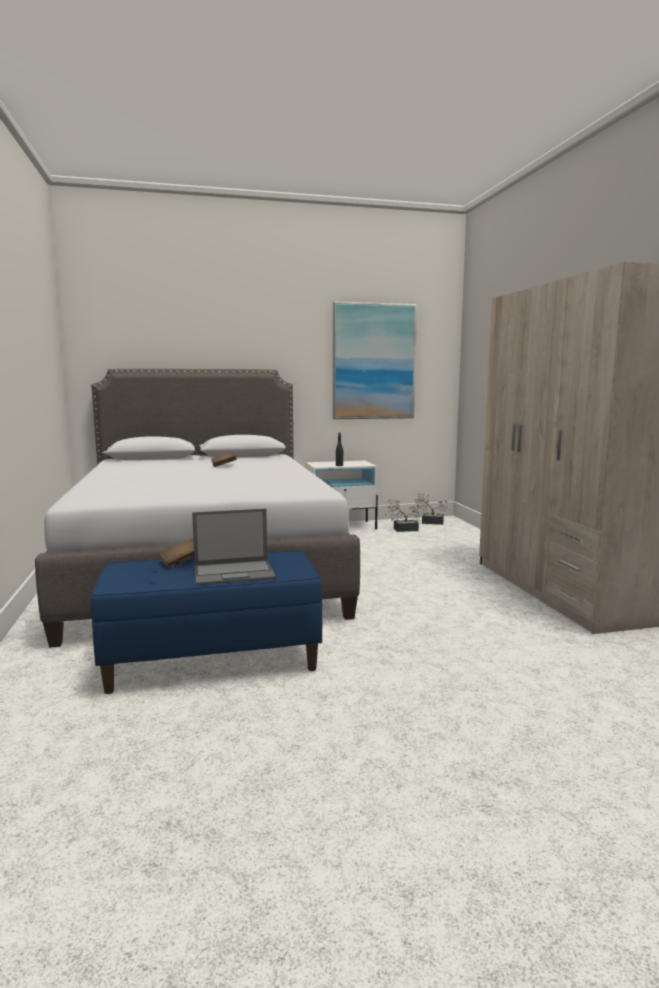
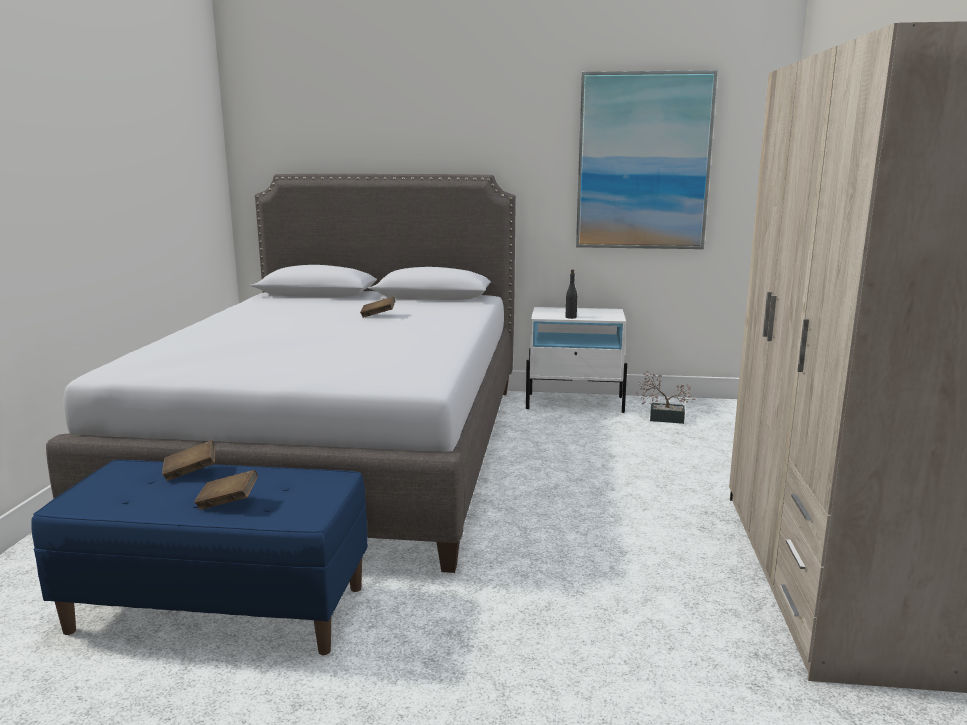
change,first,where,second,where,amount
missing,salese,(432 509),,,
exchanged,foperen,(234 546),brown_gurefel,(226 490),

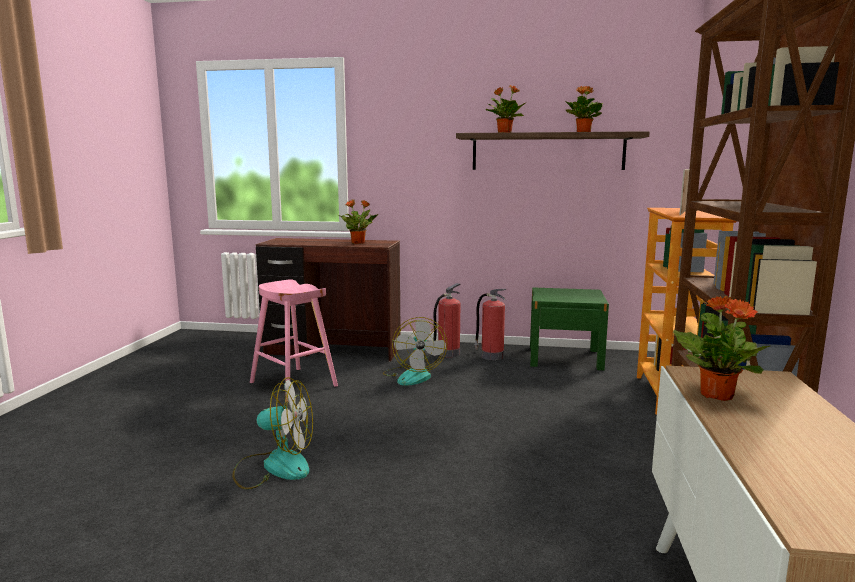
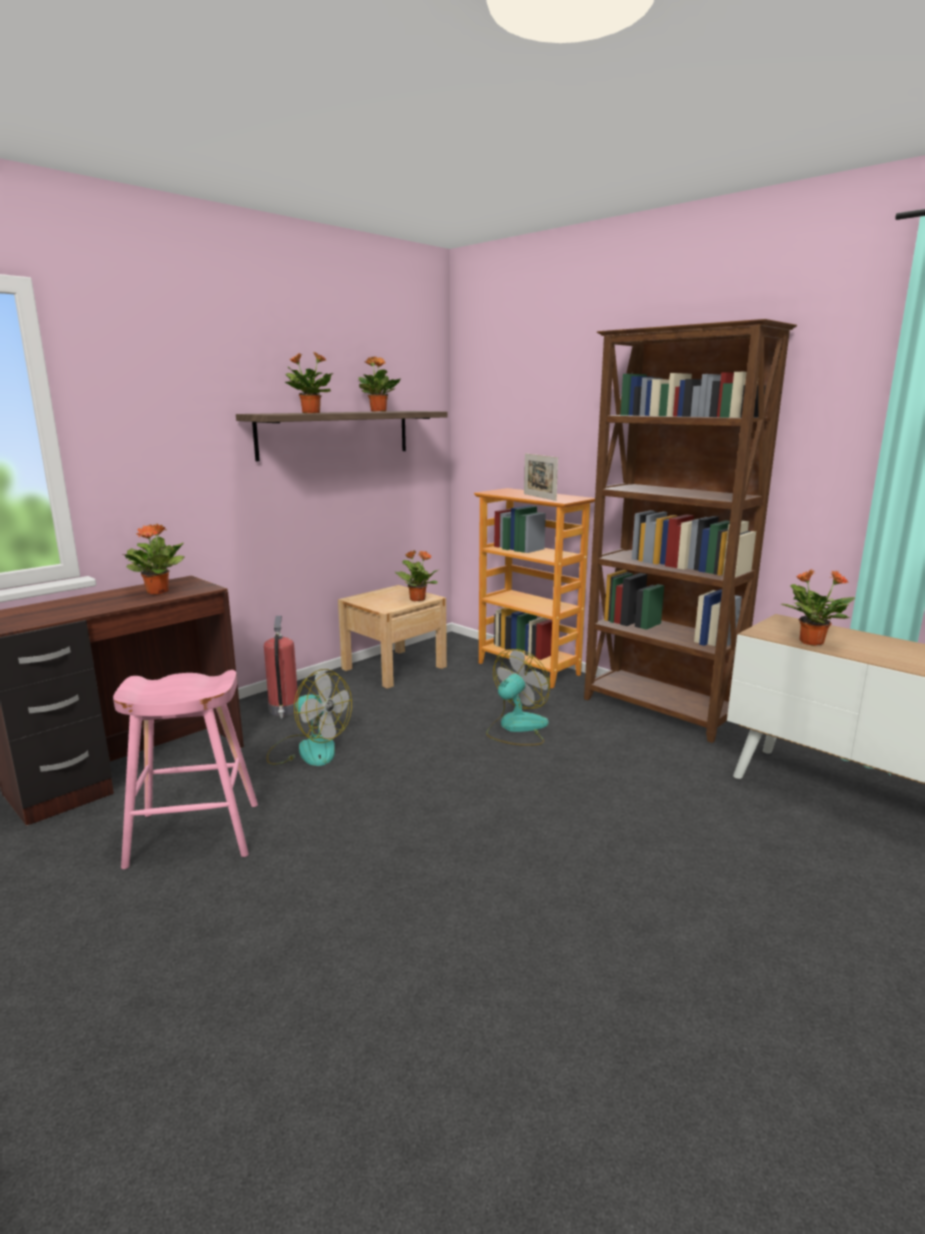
change,first,where,second,where,amount
colour,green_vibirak,(569 328),beige_vibirak,(392 637),
missing,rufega,(490 324),,,
relocated,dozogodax,(272 433),,(518 697),
appeared,,,salese,(417 575),

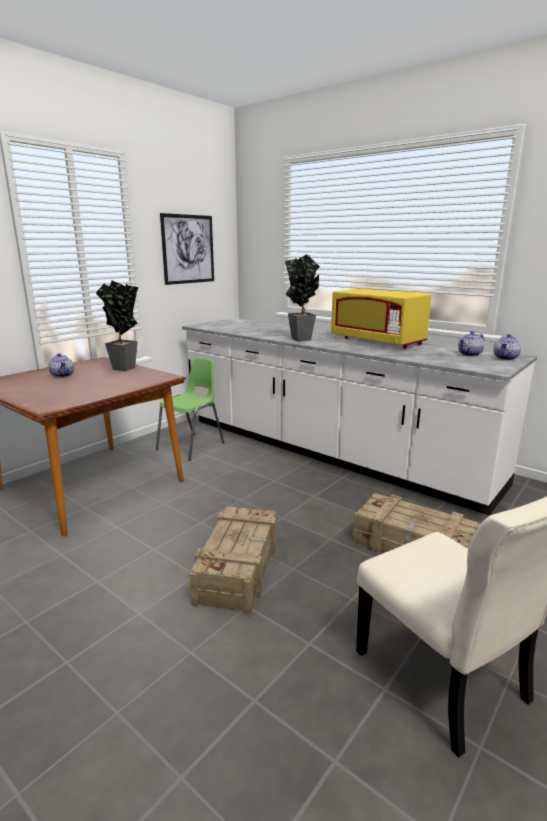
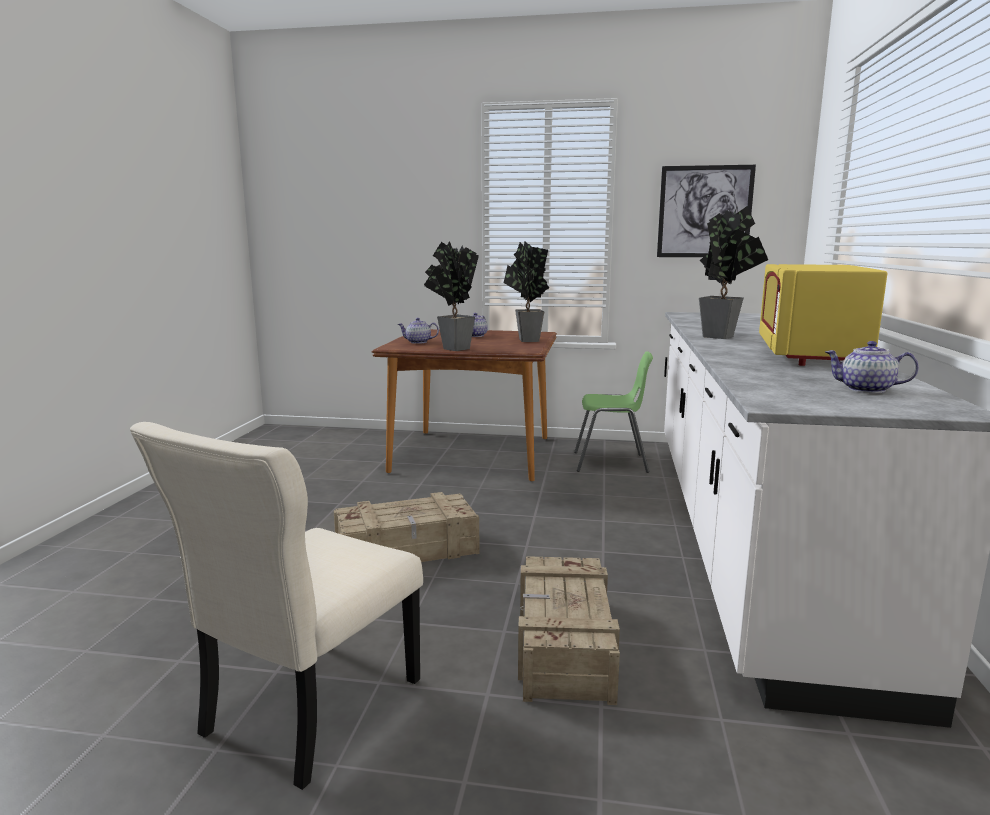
change,first,where,second,where,amount
relocated,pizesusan,(507 347),,(418 331),
appeared,,,salese,(451 296),

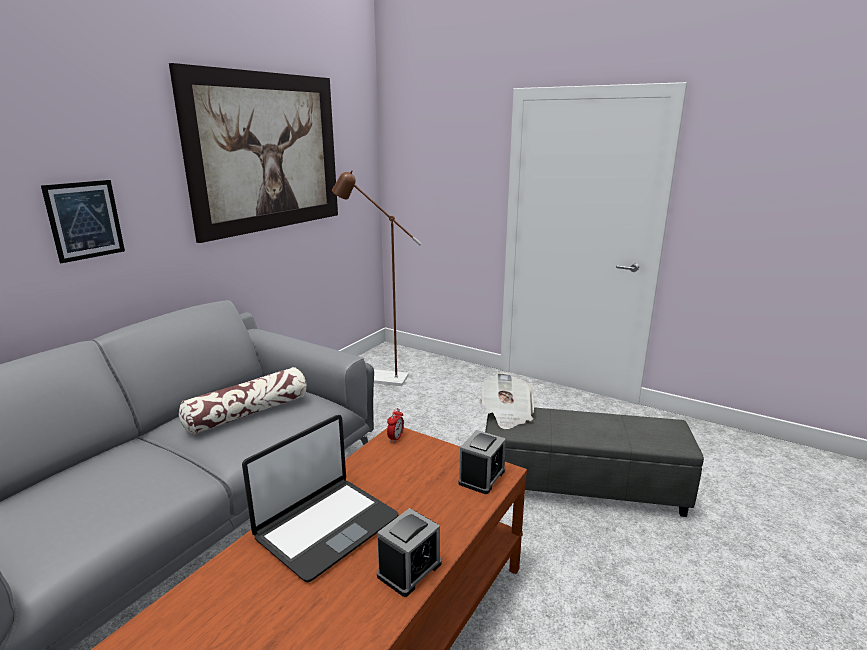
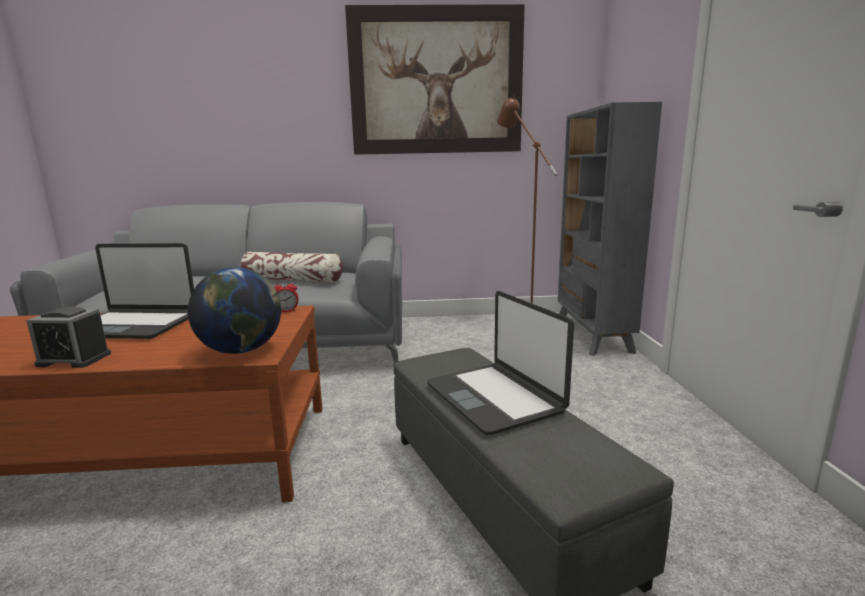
change,first,where,second,where,amount
missing,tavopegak,(83 221),,,
missing,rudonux,(507 400),,,
exchanged,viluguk,(482 462),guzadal,(234 310),
appeared,,,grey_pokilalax,(610 229),
appeared,,,foperen,(500 363),

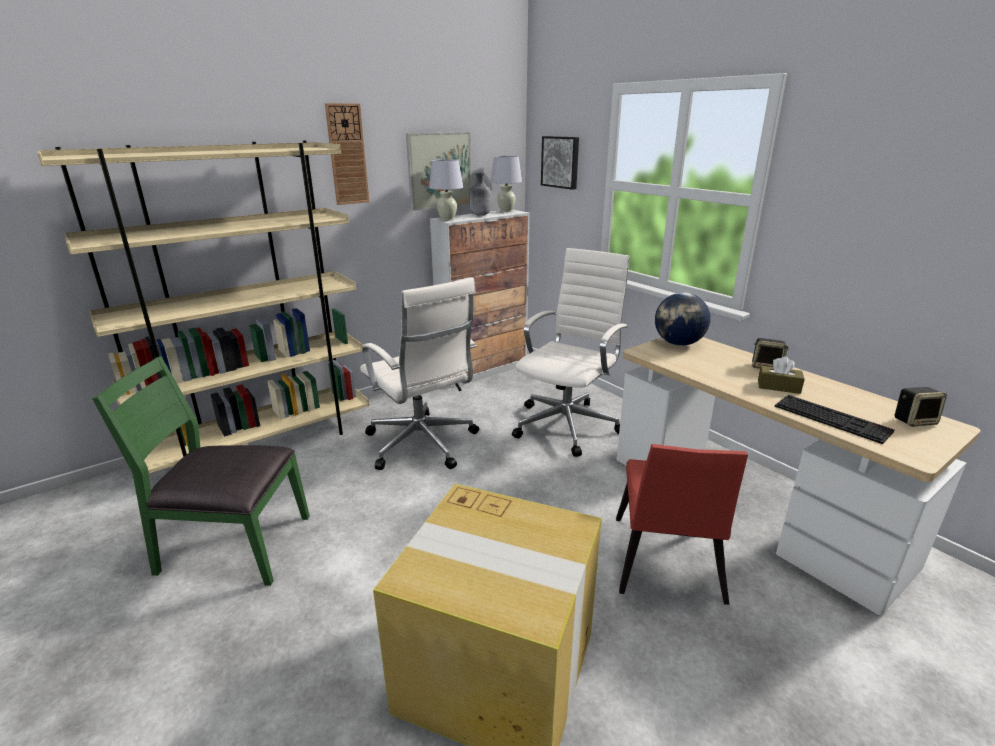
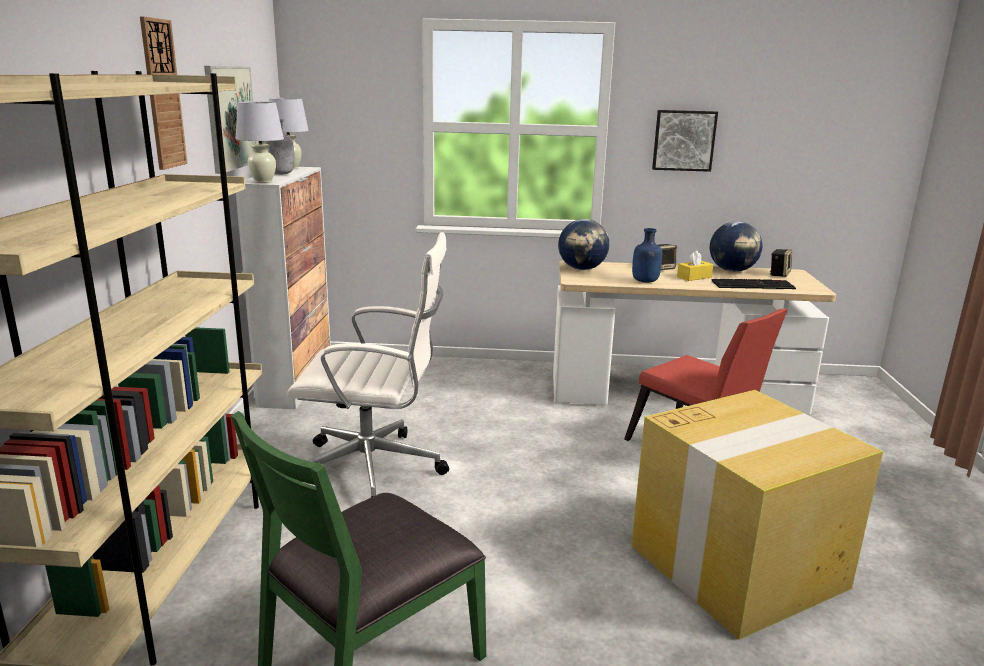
change,first,where,second,where,amount
relocated,tavopegak,(560 163),,(685 141),
missing,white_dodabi,(570 352),,,
colour,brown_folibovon,(781 375),yellow_folibovon,(695 266),
appeared,,,guzadal,(736 246),
appeared,,,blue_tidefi,(647 255),

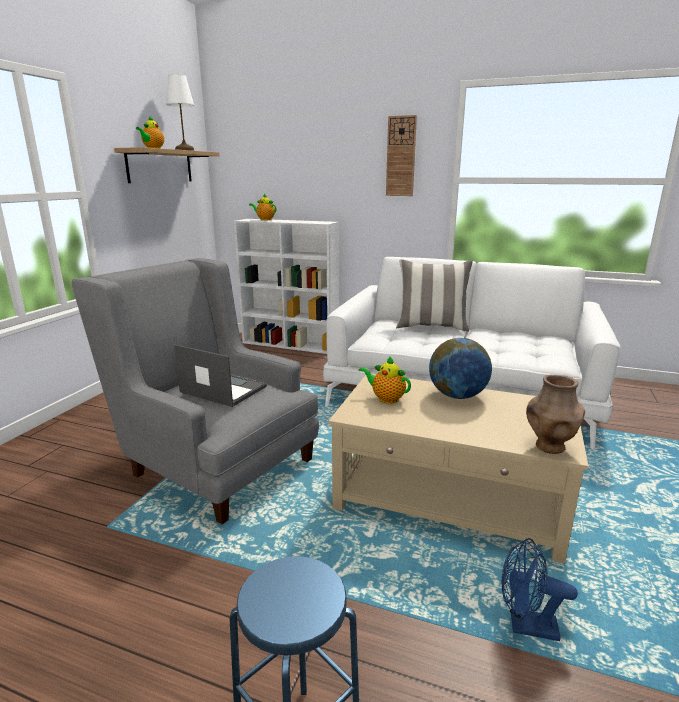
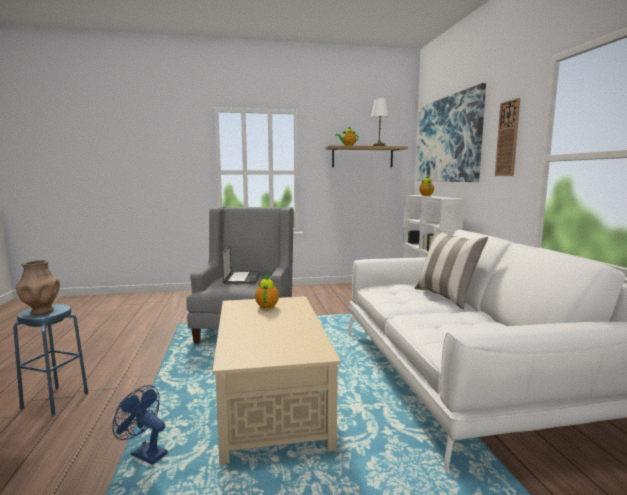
change,first,where,second,where,amount
missing,guzadal,(460 368),,,
relocated,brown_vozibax,(555 414),,(38 287),
spun,blue_dozogodax,(540 589),,(139 425),45 degrees counterclockwise
appeared,,,tavopegak,(451 132),

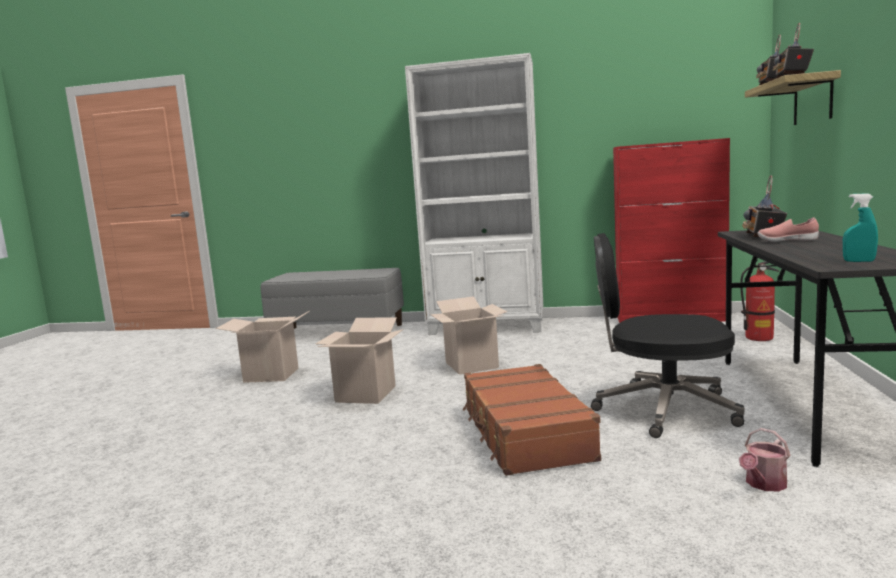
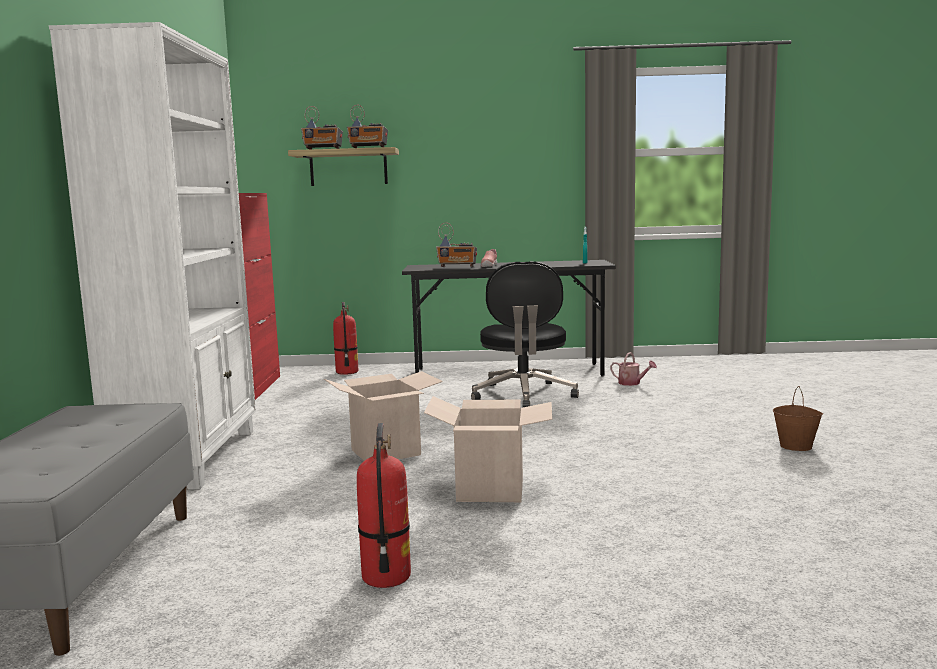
change,first,where,second,where,amount
exchanged,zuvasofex,(262 347),rufega,(384 505),
missing,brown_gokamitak,(532 420),,,
appeared,,,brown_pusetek,(798 418),

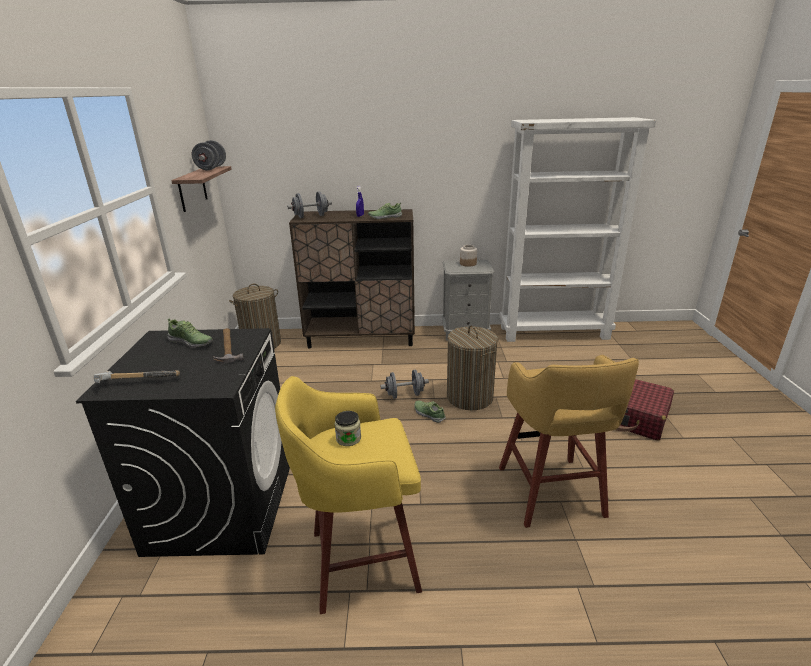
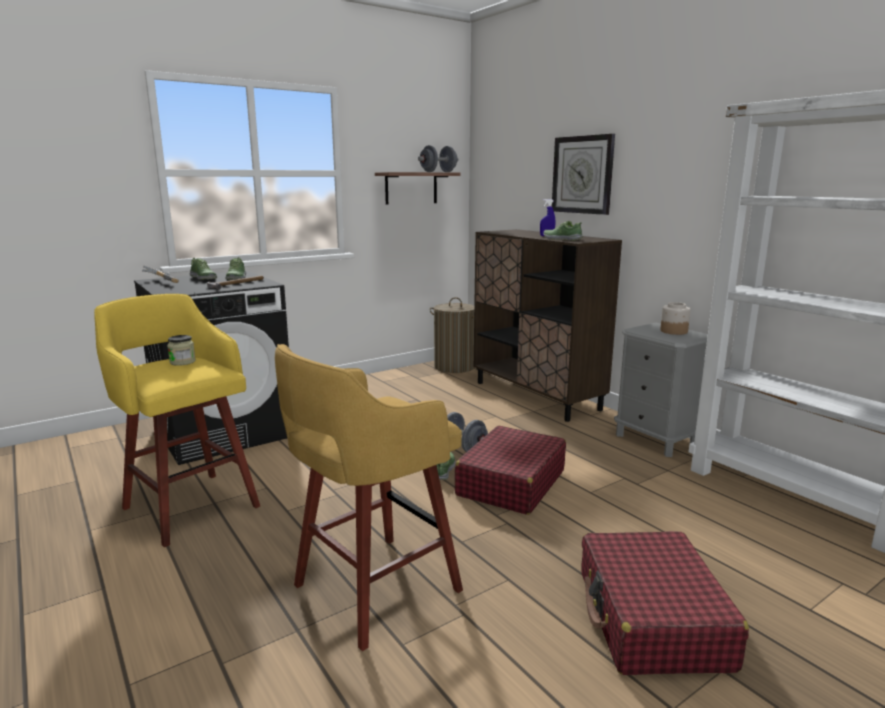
change,first,where,second,where,amount
missing,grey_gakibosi,(309 204),,,
exchanged,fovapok,(472 368),red_gokamitak,(510 470),
appeared,,,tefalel,(583 174),
appeared,,,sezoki,(203 269),

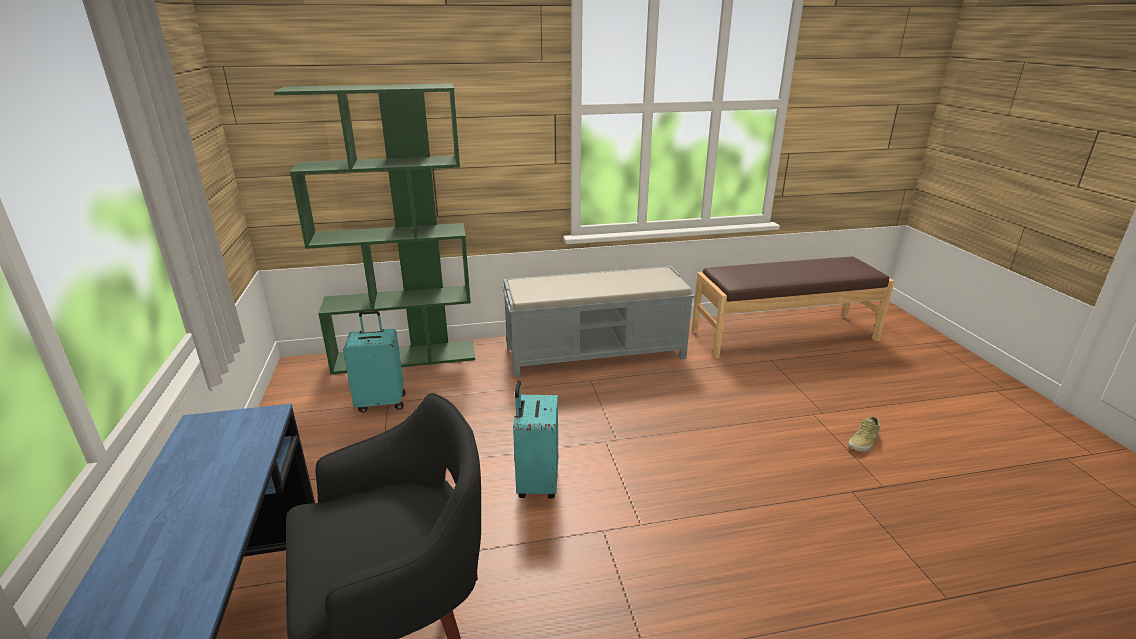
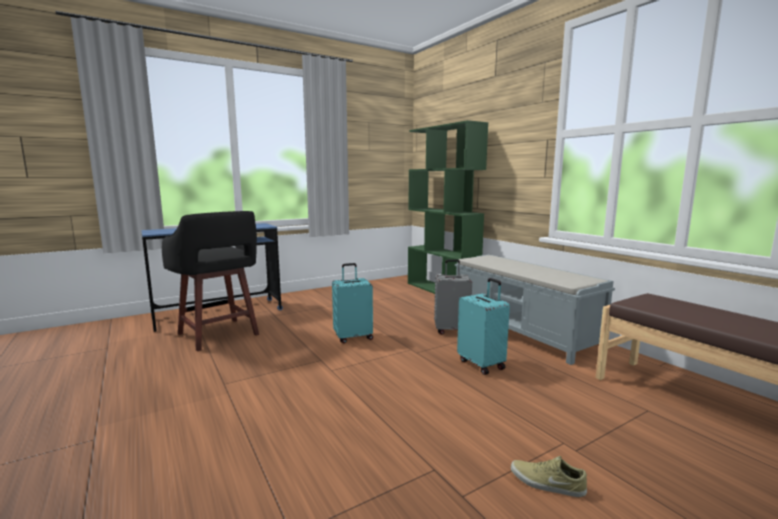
change,first,where,second,where,amount
relocated,turquoise_gokamitak,(374 361),,(483 326),
appeared,,,grey_gokamitak,(453 296),

